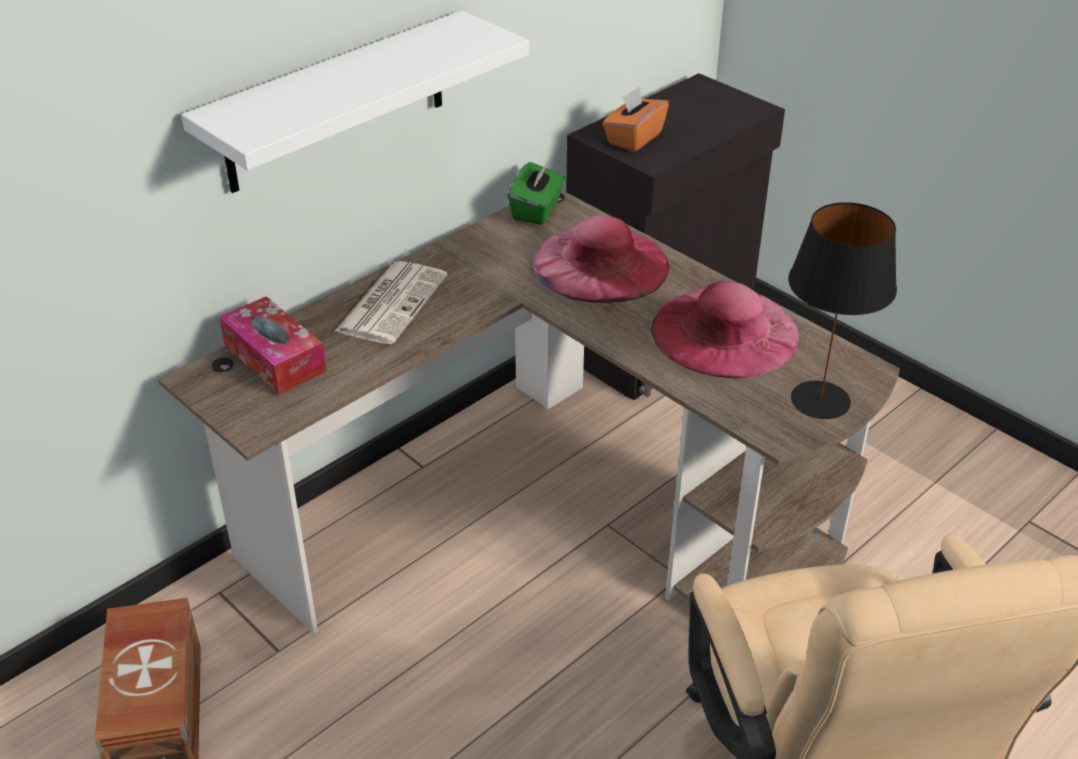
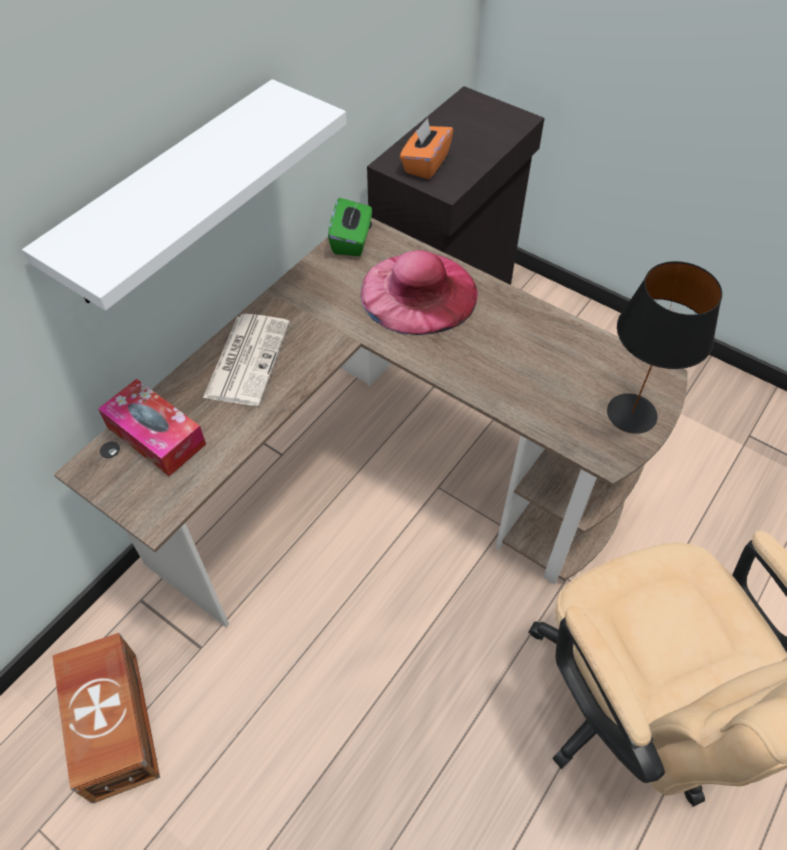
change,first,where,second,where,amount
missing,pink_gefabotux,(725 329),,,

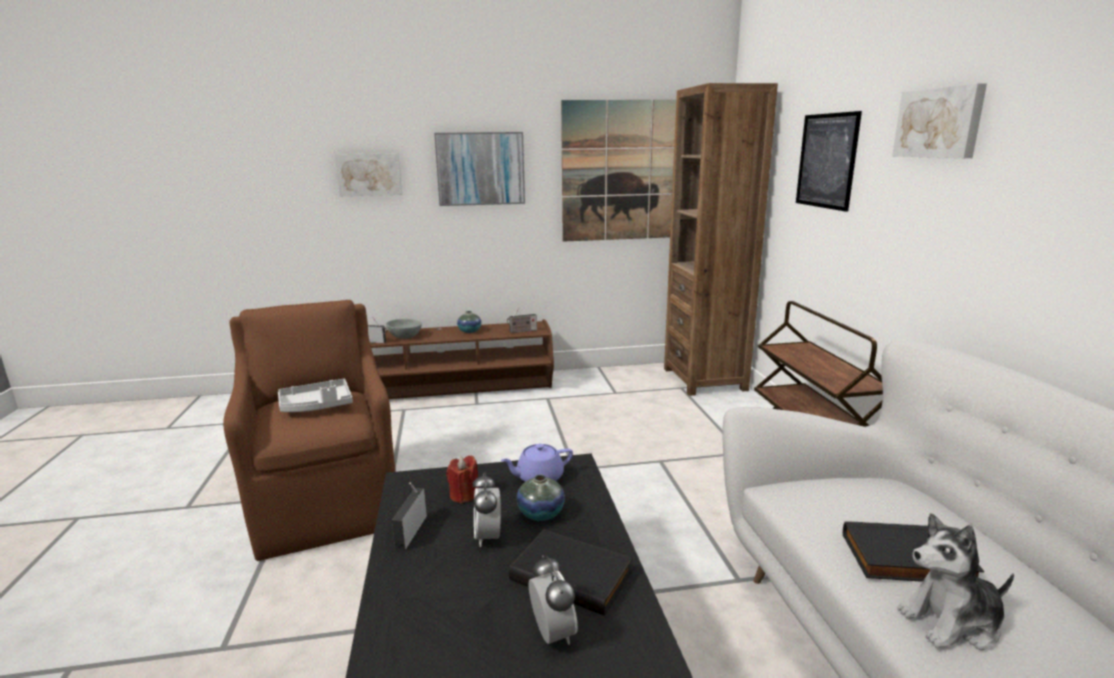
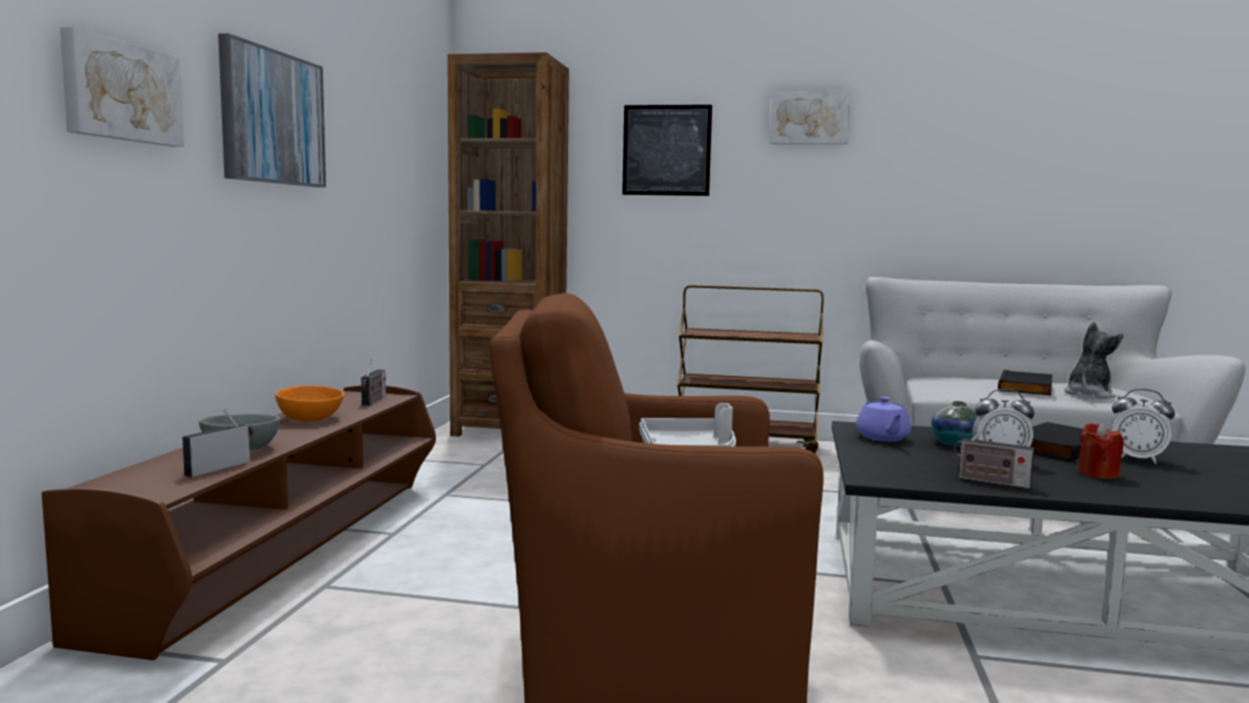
change,first,where,second,where,amount
missing,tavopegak,(618 171),,,
exchanged,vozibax,(469 322),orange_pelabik,(309 404),
relocated,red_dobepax,(462 479),,(1101 451),
spun,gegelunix,(955 581),,(1093 360),150 degrees counterclockwise
spun,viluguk,(553 600),,(1143 426),150 degrees counterclockwise

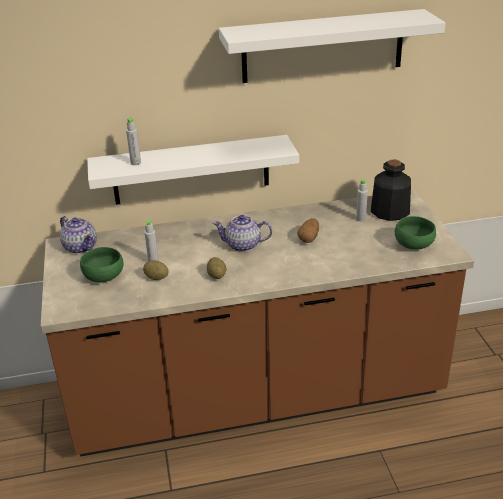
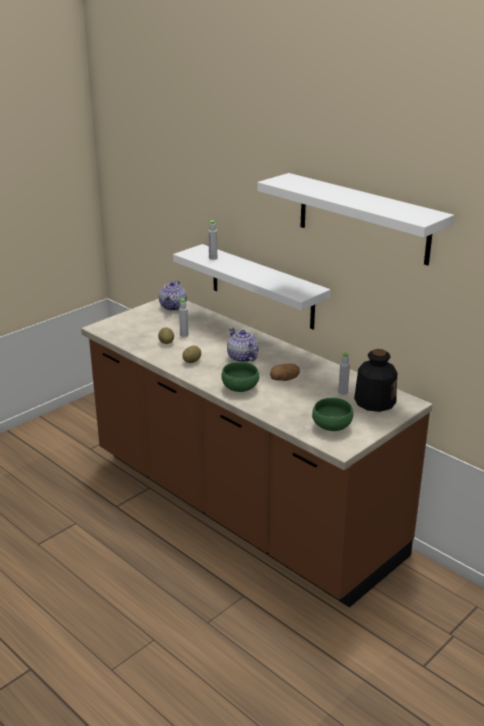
change,first,where,second,where,amount
relocated,green_pelabik,(101 264),,(240 377),

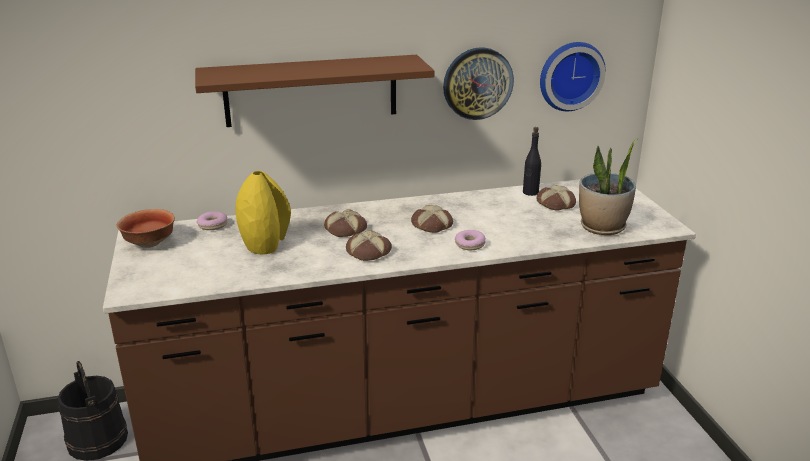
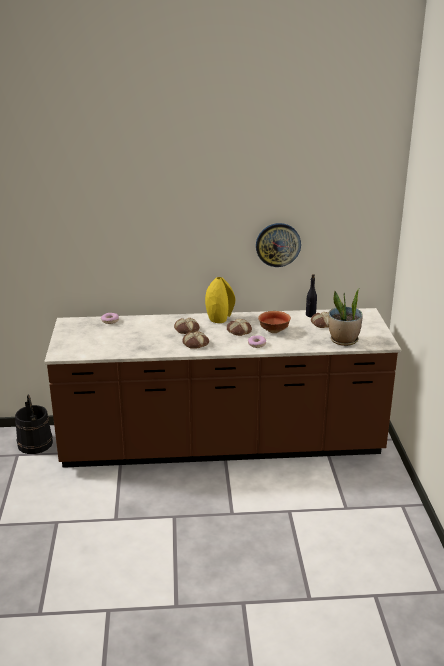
change,first,where,second,where,amount
missing,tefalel,(573 76),,,
missing,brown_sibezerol,(314 91),,,
relocated,yellow_vozibax,(263 212),,(220 300),
relocated,pelabik,(146 228),,(274 322),

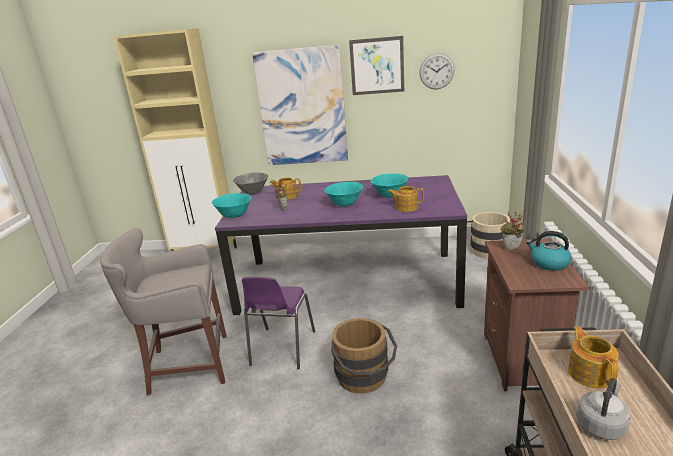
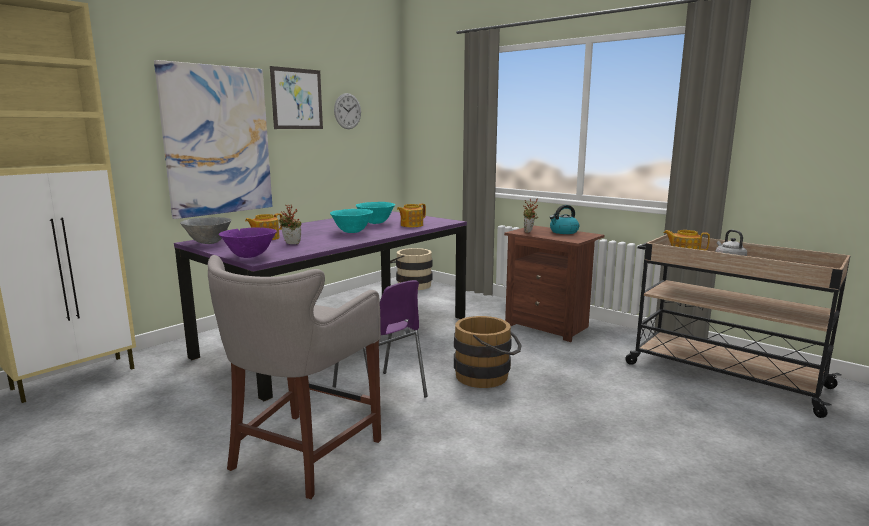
change,first,where,second,where,amount
colour,turquoise_pelabik,(231 205),purple_pelabik,(248 242),

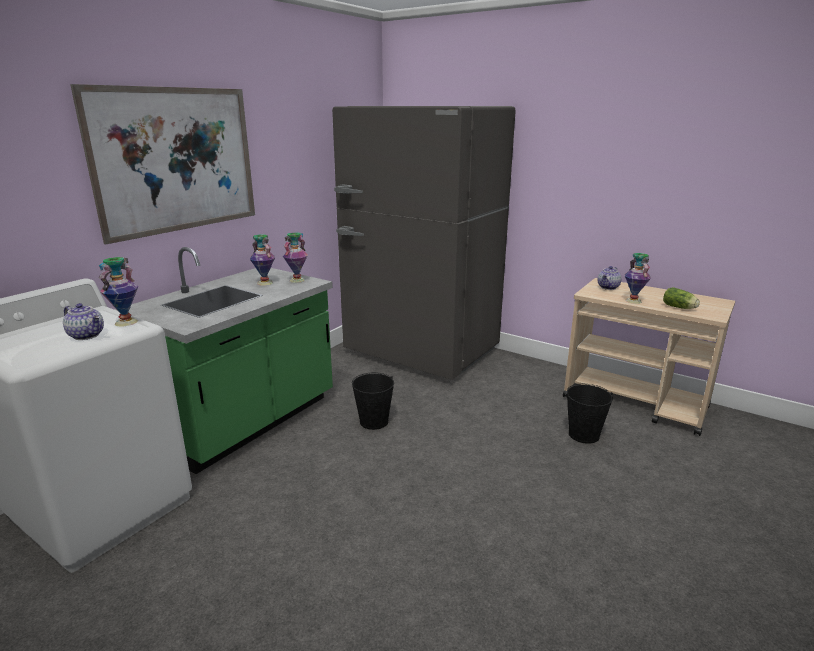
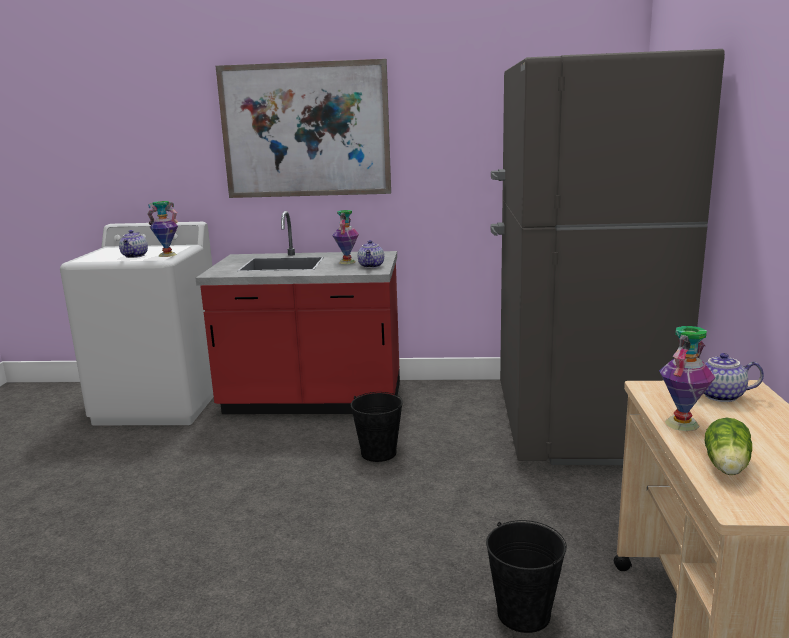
change,first,where,second,where,amount
exchanged,vozibax,(295 257),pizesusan,(371 254),
colour,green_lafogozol,(223 360),red_lafogozol,(297 312),

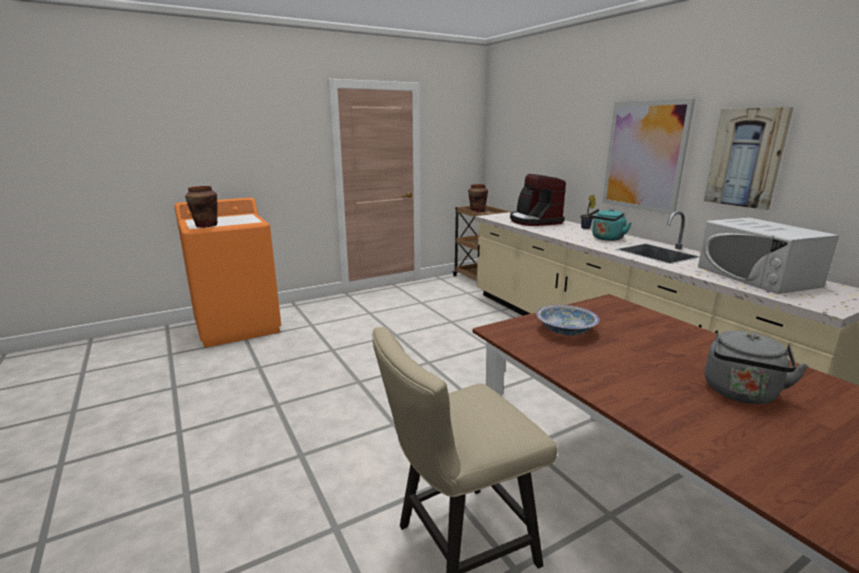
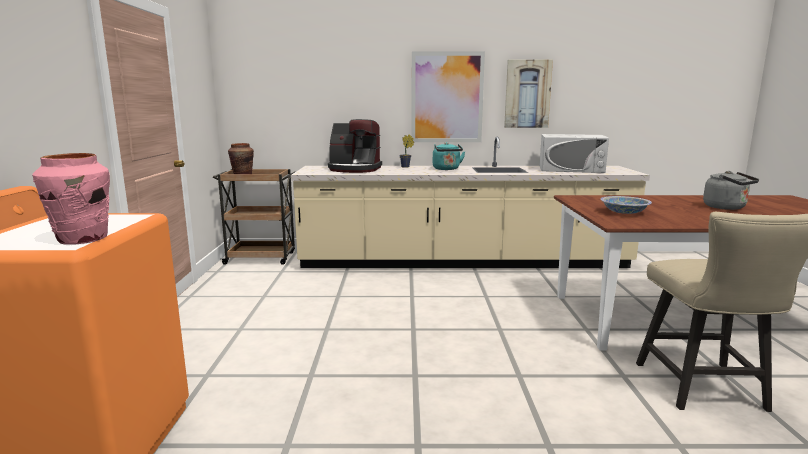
change,first,where,second,where,amount
colour,brown_vozibax,(201 207),pink_vozibax,(71 199),

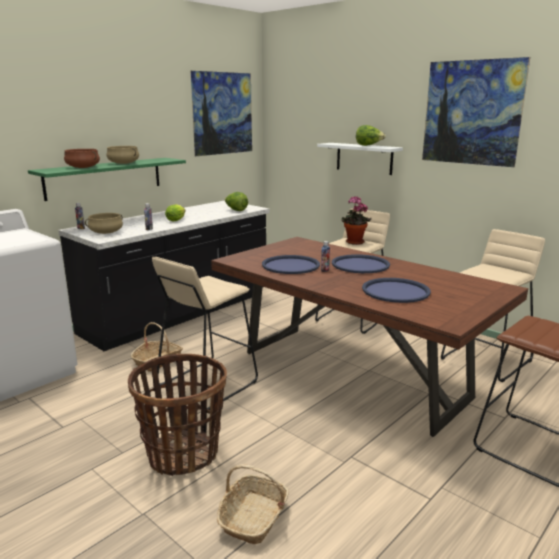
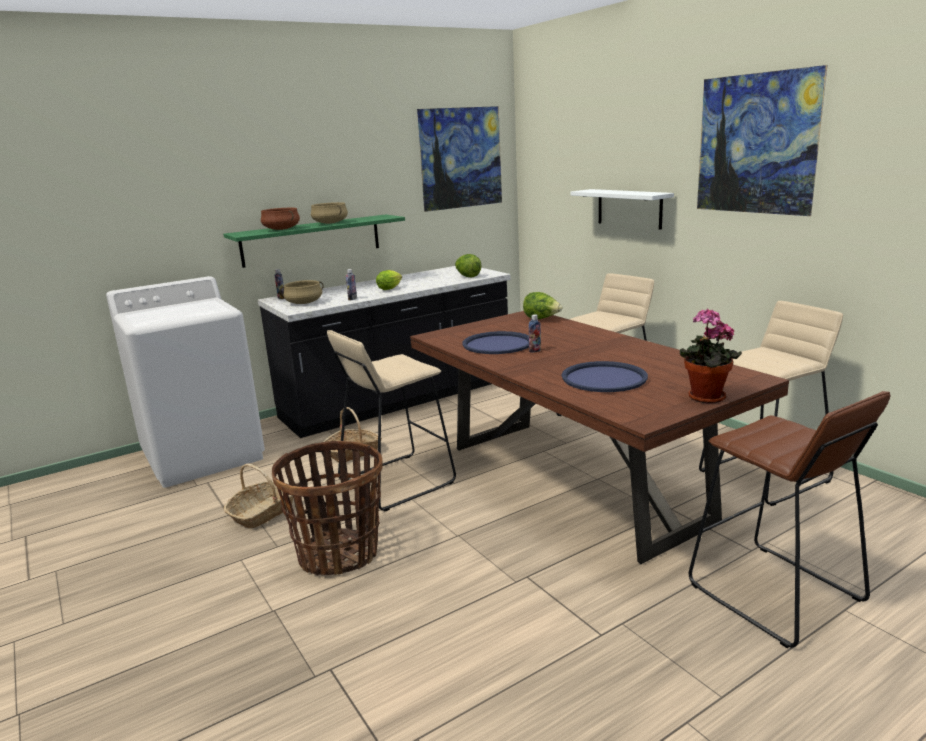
change,first,where,second,where,amount
relocated,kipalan,(371 135),,(542 305),
relocated,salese,(356 220),,(711 356),
missing,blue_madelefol,(361 263),,,
relocated,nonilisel,(253 504),,(258 495),

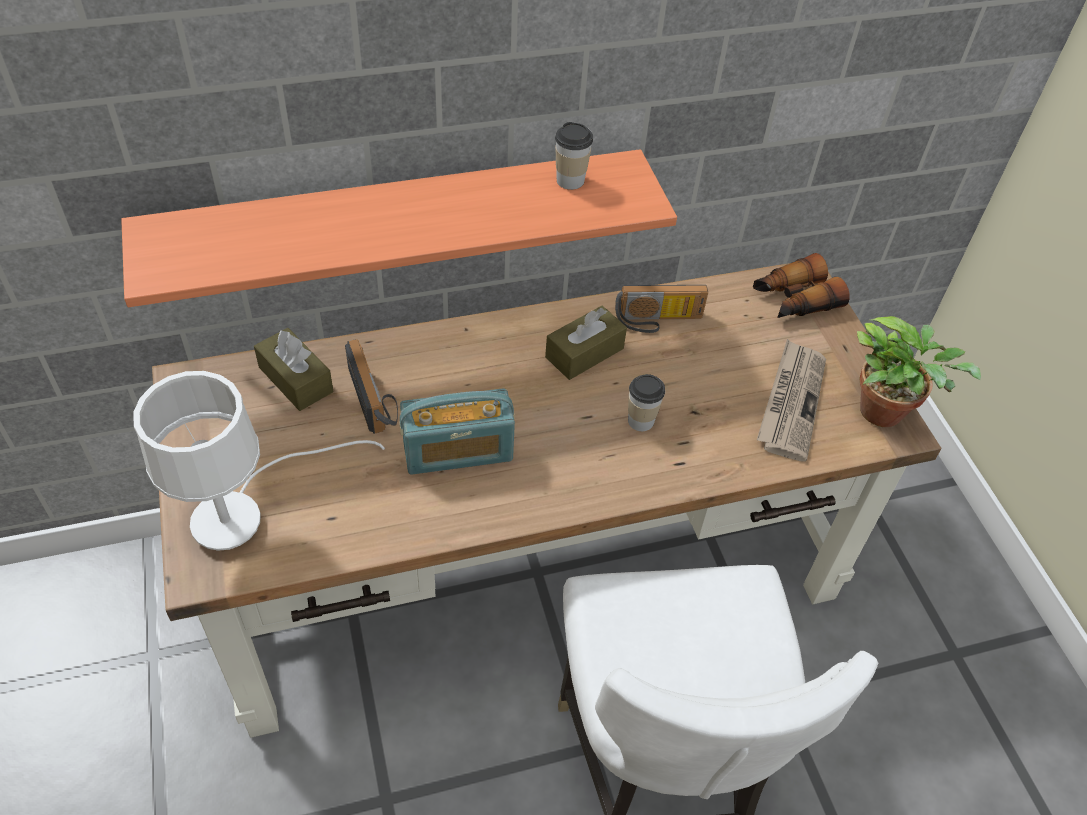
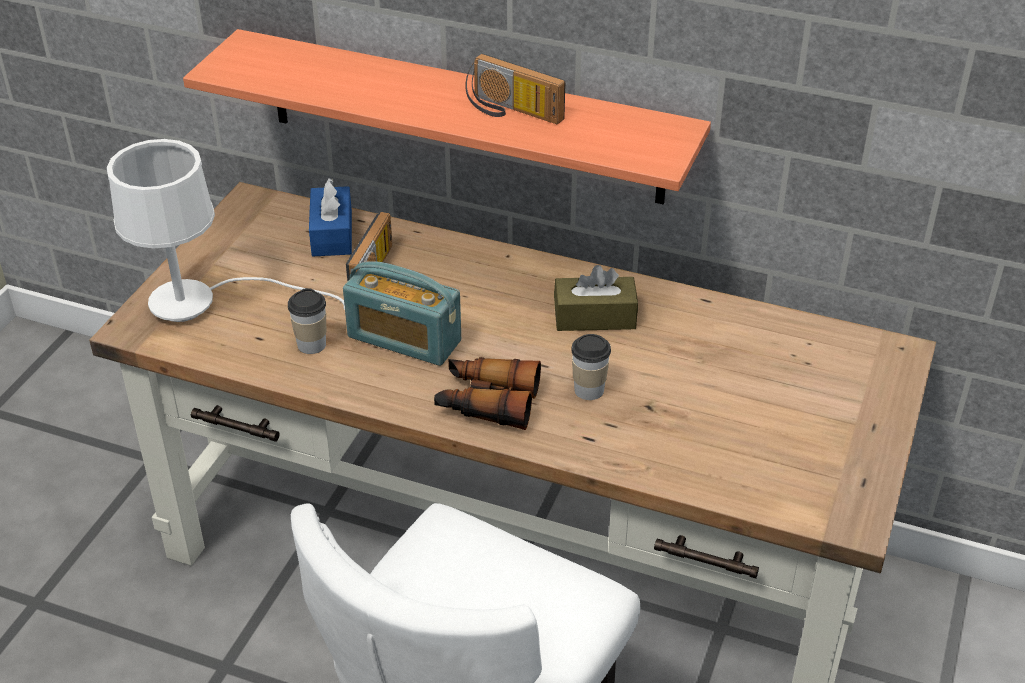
change,first,where,second,where,amount
relocated,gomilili,(574 156),,(307 321),
relocated,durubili,(801 285),,(487 393),
relocated,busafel,(661 309),,(515 88),
missing,salese,(919 371),,,
colour,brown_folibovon,(293 369),blue_folibovon,(330 217),
missing,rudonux,(791 400),,,

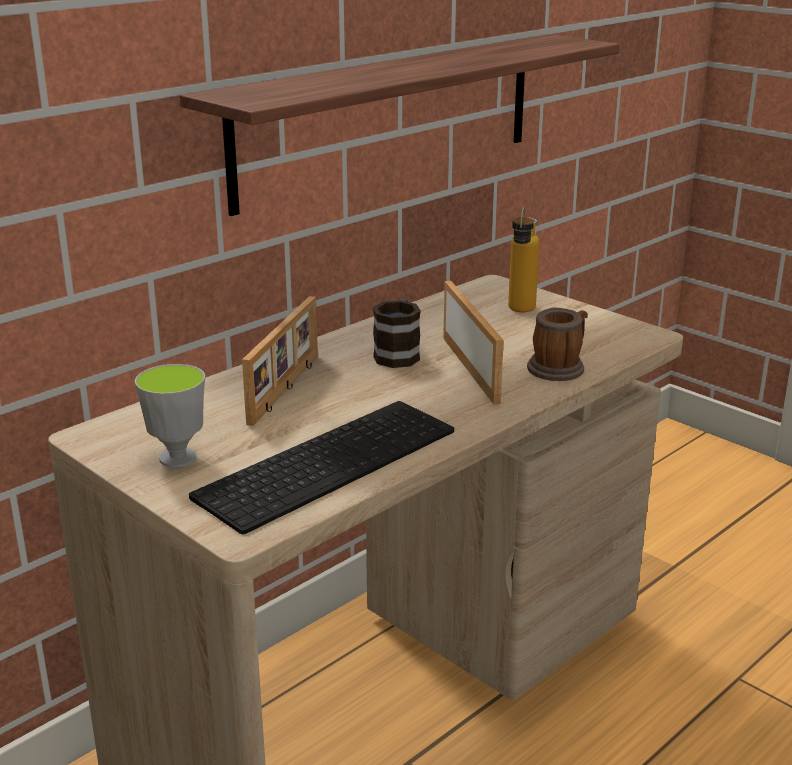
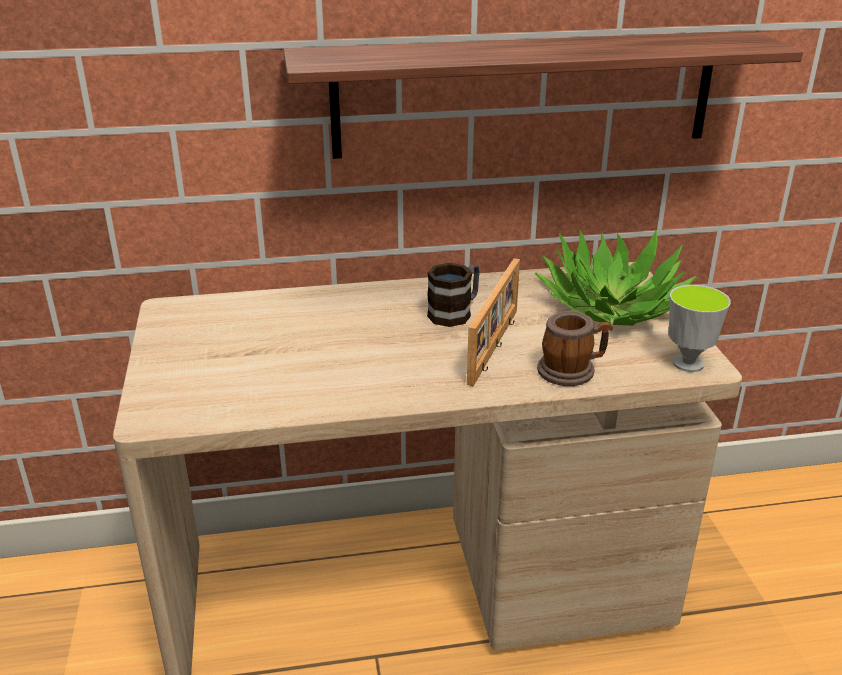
change,first,where,second,where,amount
exchanged,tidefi,(524 259),salese,(615 278),
missing,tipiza,(280 361),,,
relocated,gomilili,(170 416),,(700 328),
missing,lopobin,(321 467),,,

